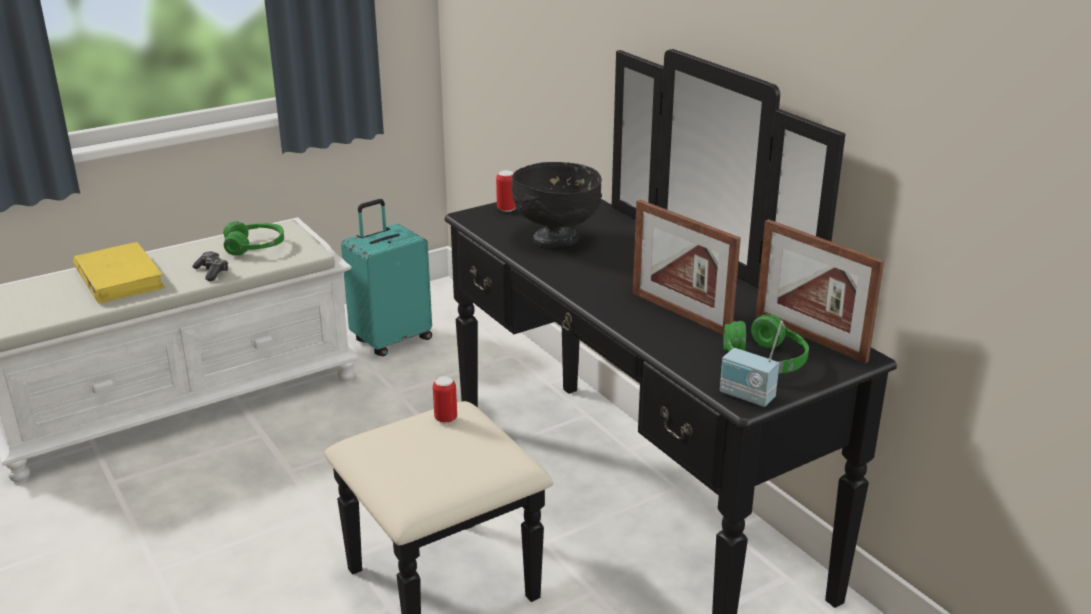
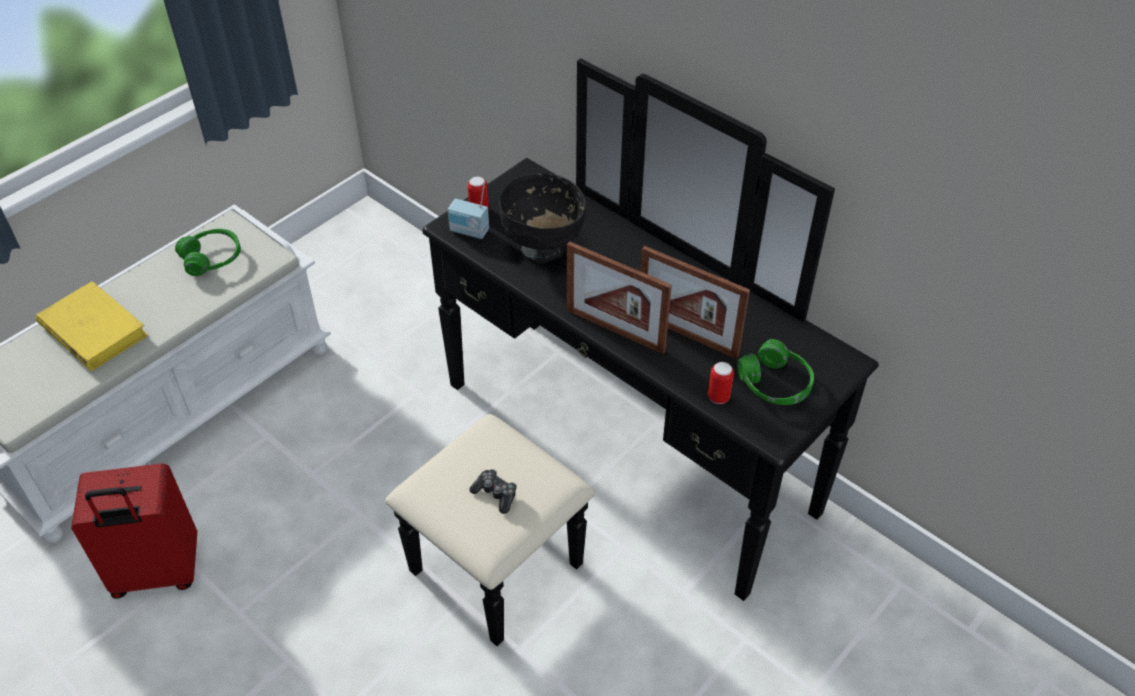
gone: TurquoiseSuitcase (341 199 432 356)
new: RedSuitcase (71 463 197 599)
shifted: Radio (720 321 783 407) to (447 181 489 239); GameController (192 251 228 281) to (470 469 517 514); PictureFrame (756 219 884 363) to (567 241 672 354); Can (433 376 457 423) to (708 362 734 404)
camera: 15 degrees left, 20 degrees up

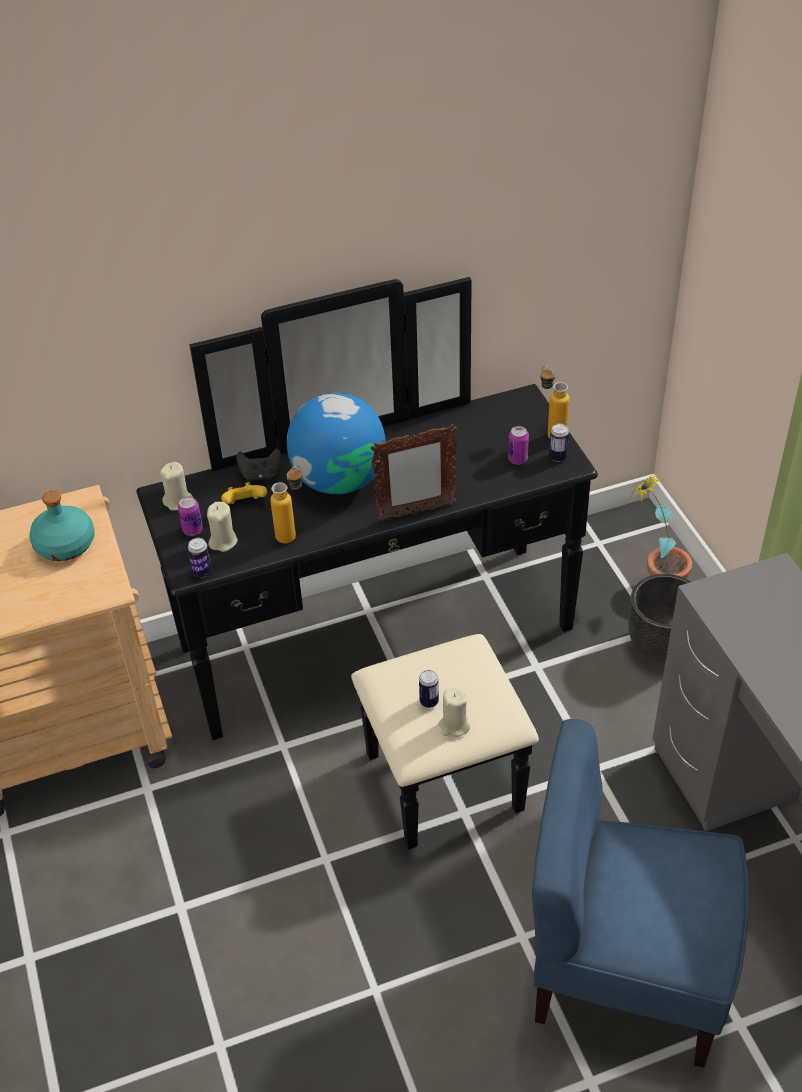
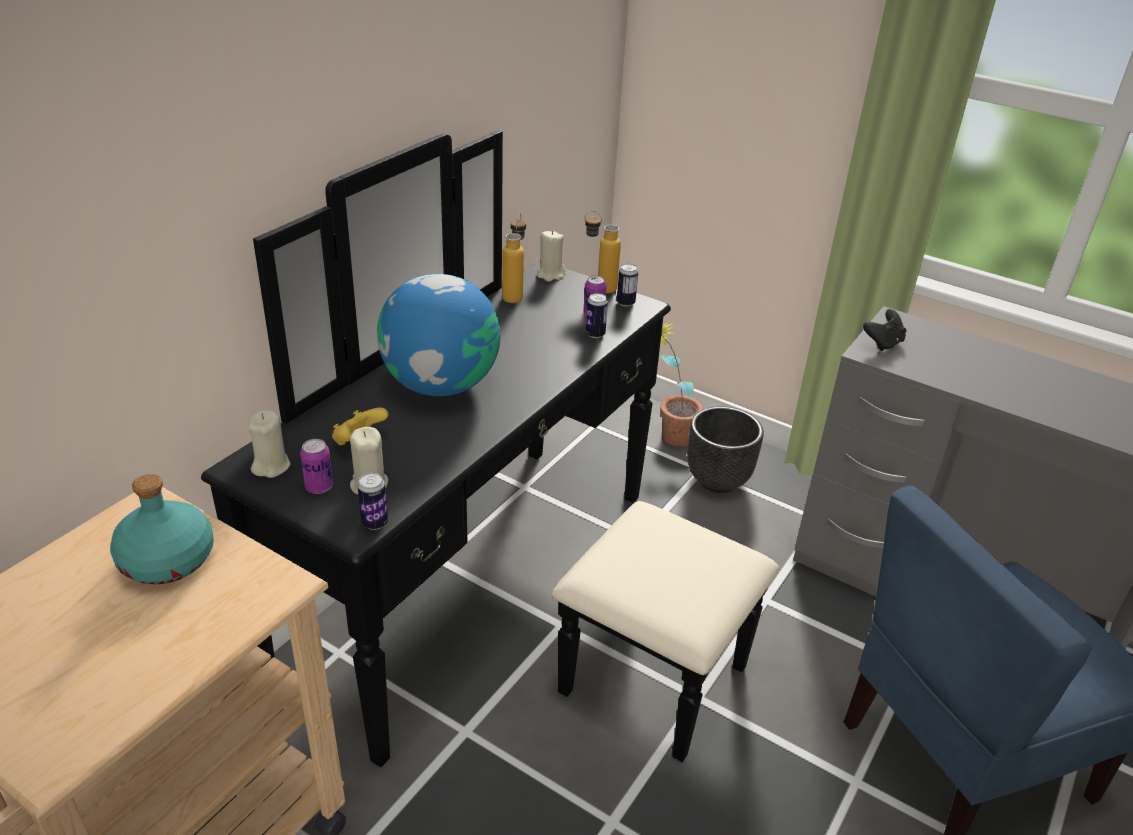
gone: PictureFrame (370 424 457 521)
shifted: Bottle (270 466 302 544) to (502 213 526 303); BeigeCandle (439 688 470 737) to (537 231 566 282); Can (419 670 439 708) to (586 293 608 338); BlackGameController (236 448 281 481) to (863 309 907 351)
camera: 40 degrees left, 10 degrees down

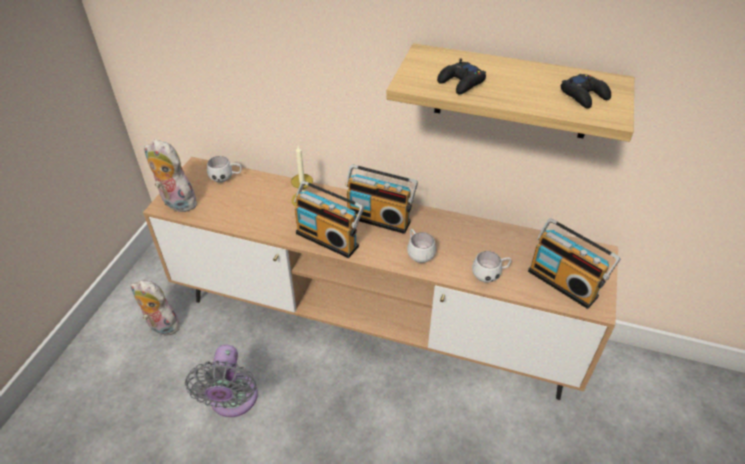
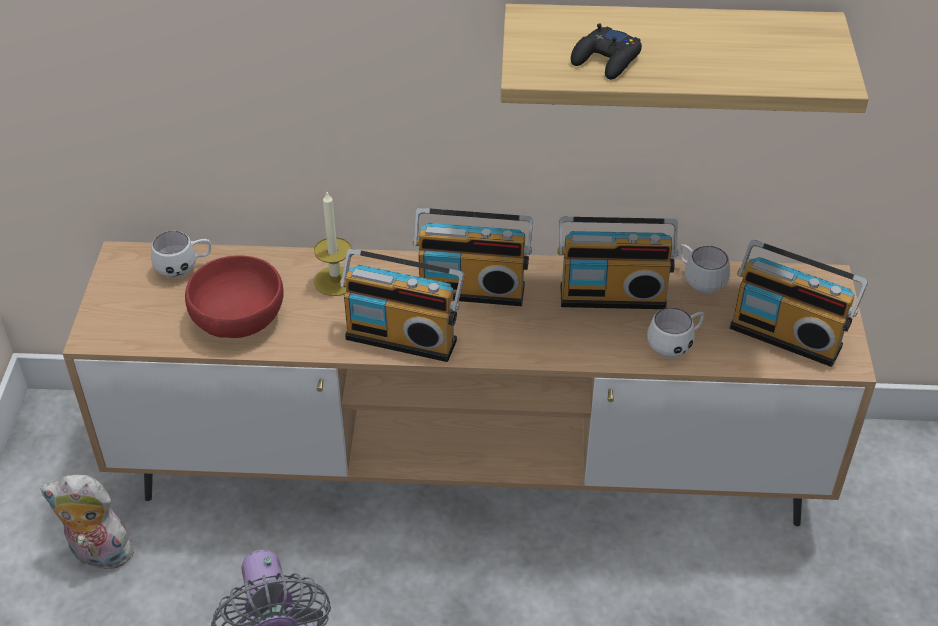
gone: PlushToy (144 139 198 212); BlackGameController (561 74 611 109)
new: RedBowl (185 255 284 338); Radio (558 217 679 309)
shifted: WhiteMug (407 229 436 263) to (679 244 730 293)
camera: 15 degrees left, 0 degrees up

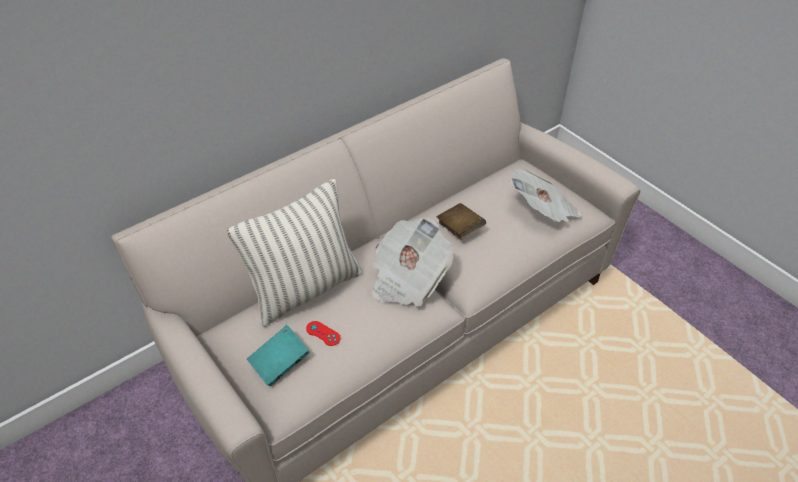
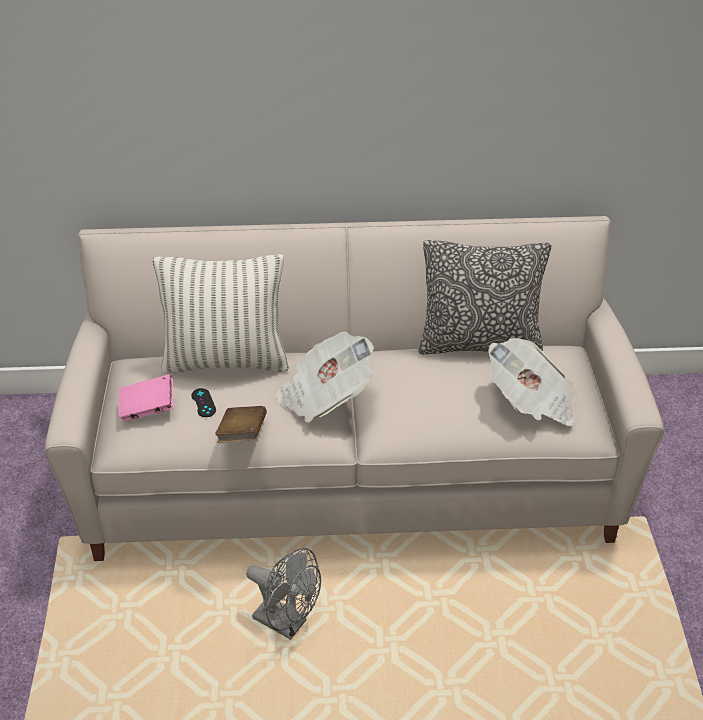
new: GreyFan (246 548 321 640); Pillow (418 240 551 354)
shifted: BrownBook (437 203 486 240) to (215 406 267 443)
repainted: TurquoiseBook (247 325 310 386) to PinkBook (118 374 174 422); RedGameController (306 321 341 346) to BlackGameController (191 388 216 417)
camera: 35 degrees right, 5 degrees down

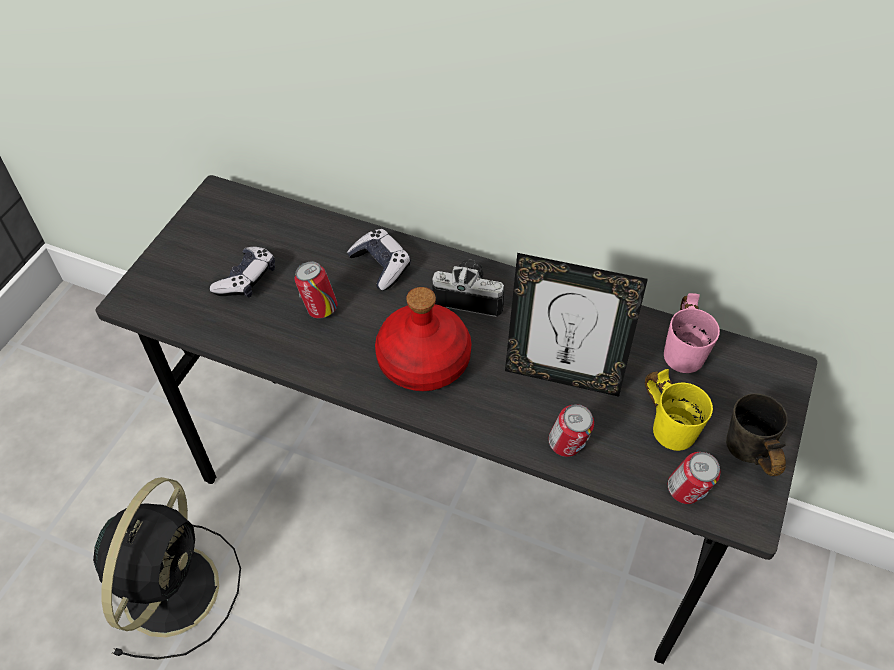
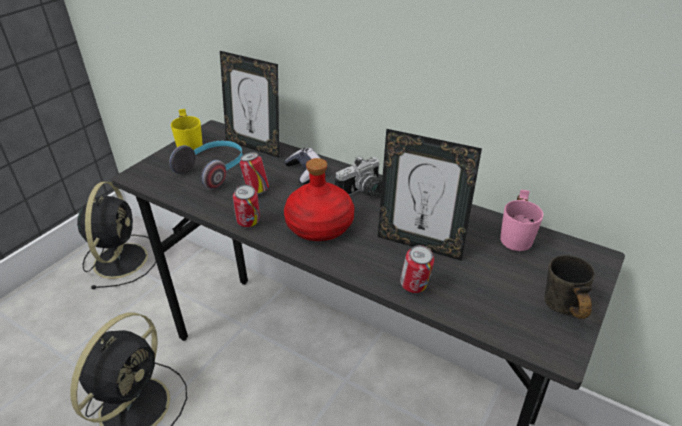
new: BlackFan (77 182 156 289); PictureFrame (220 51 279 158)
shifted: YellowMug (645 369 713 451) to (171 109 203 150); Can (668 452 720 504) to (233 184 260 227)
swapped: GameController (210 247 275 297) to Headphones (169 141 243 190)
rotated: PhotoCamera (432 260 504 317) = (335 156 382 197) 120 degrees clockwise
camera: 10 degrees right, 15 degrees down

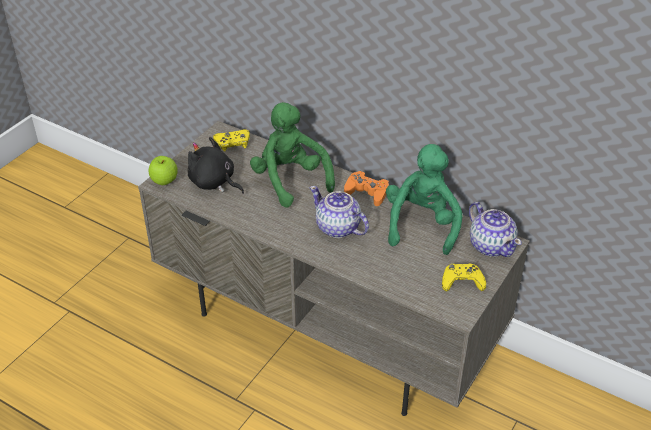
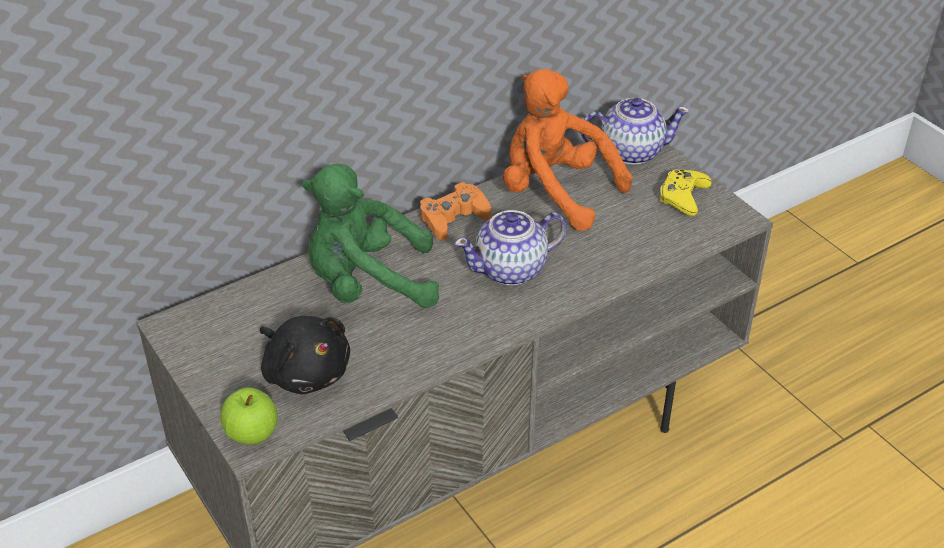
gone: YellowGameController (213 129 250 152)
repainted: GreenPlushToy (386 144 462 255) to OrangePlushToy (503 69 632 231)
rotated: BlackPlushToy (188 137 244 194) = (260 316 350 394) 105 degrees counterclockwise
camera: 65 degrees left, 0 degrees up

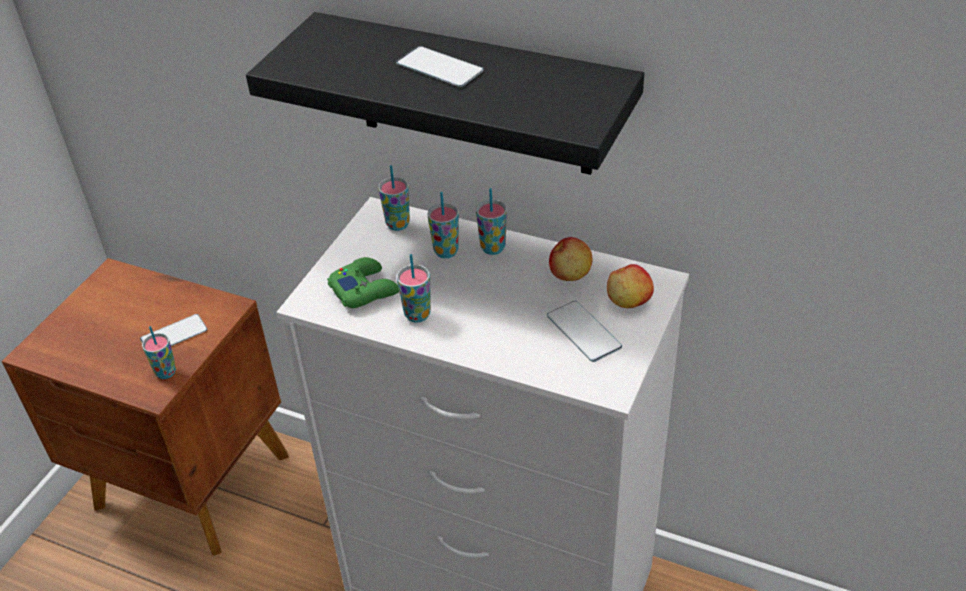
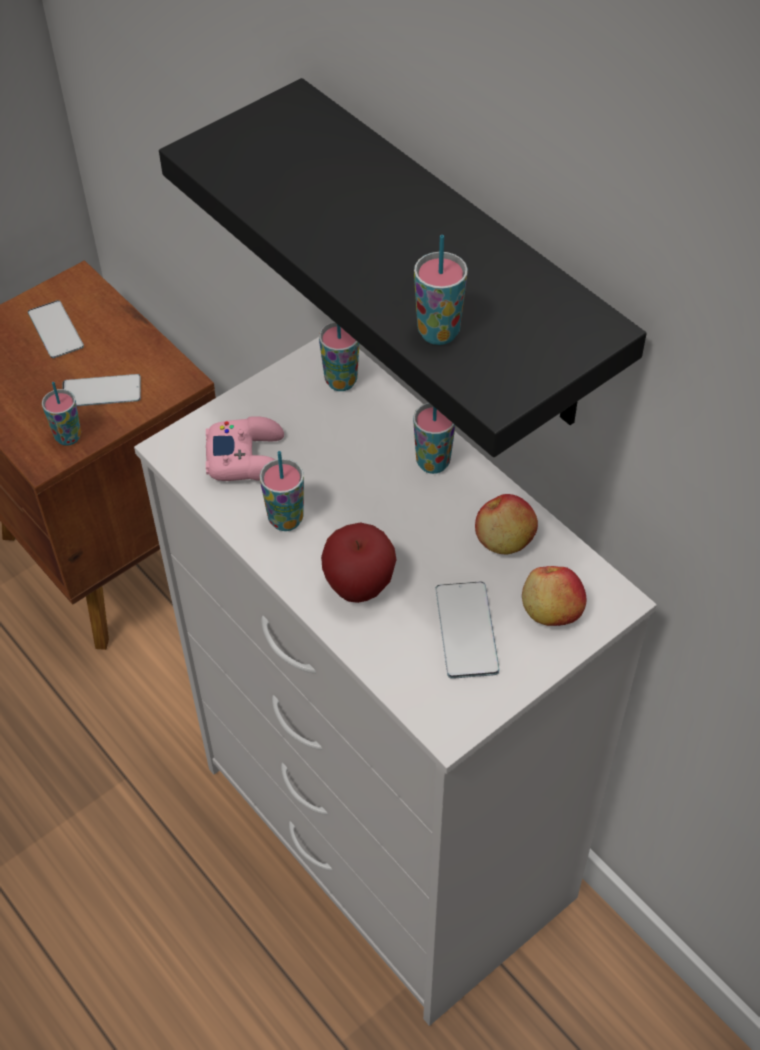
new: Apple (321 522 397 603)
shifted: Phone (396 46 484 87) to (28 300 84 358); Cup (428 192 459 258) to (414 235 468 345)
repainted: GreenGameController (327 257 399 308) to PinkGameController (206 416 284 481)
camera: 25 degrees right, 10 degrees up

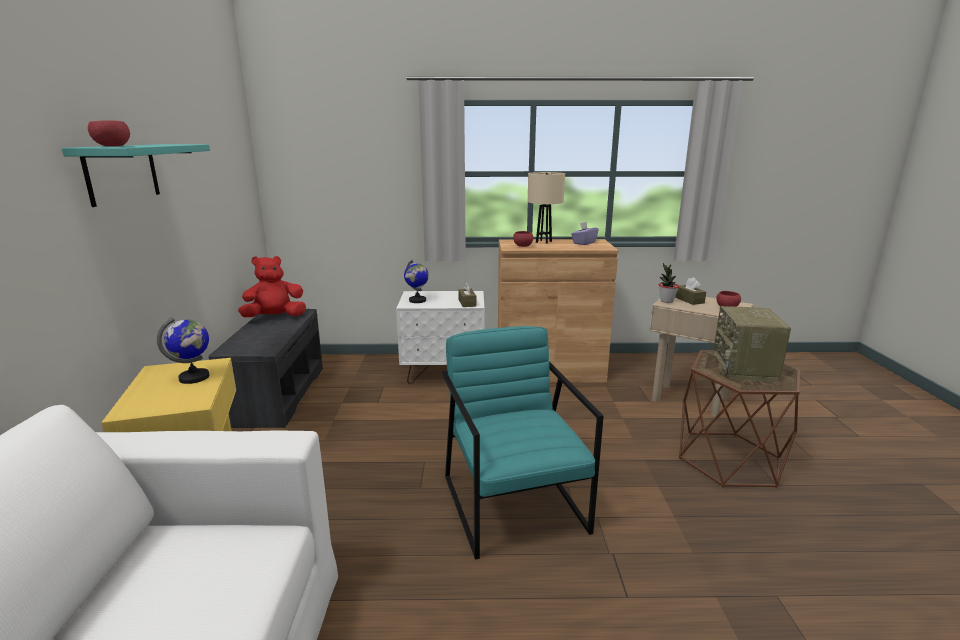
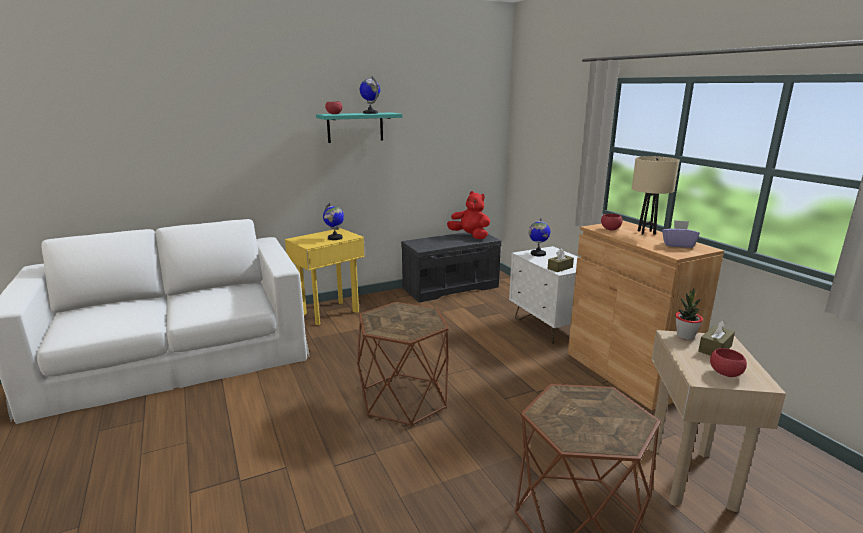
gone: Radio (713 306 791 382)
new: Globe (360 76 380 114)
swapped: TurquoiseArmchair (442 326 604 560) to BrownSideTable (357 302 448 427)
camera: 65 degrees right, 0 degrees up

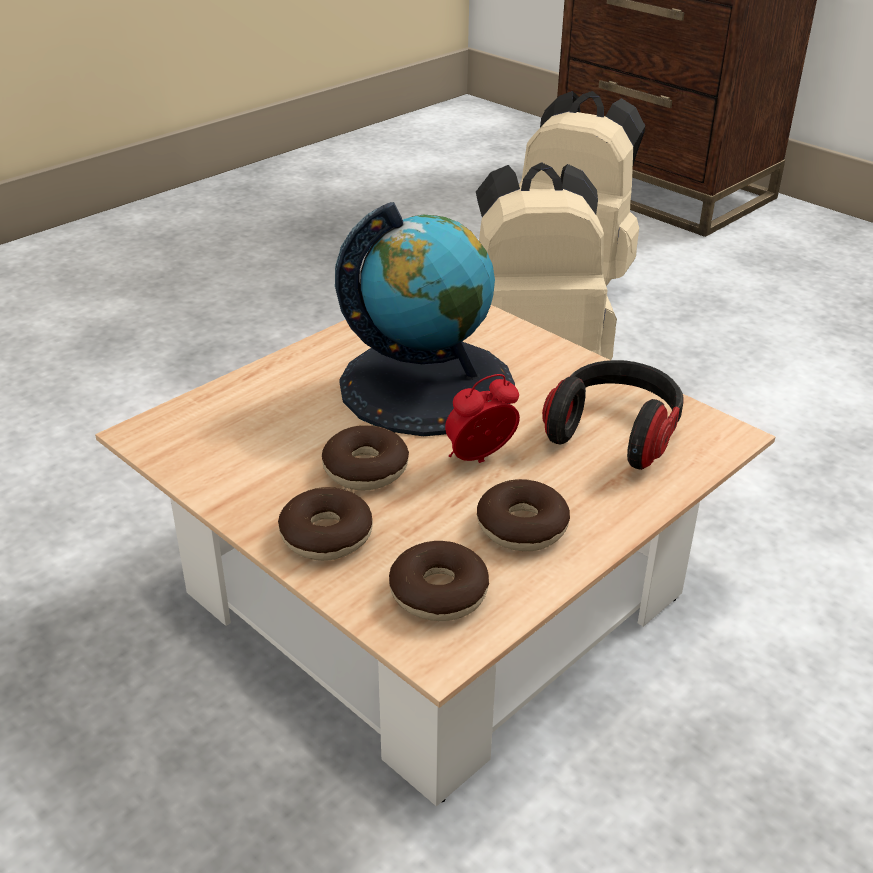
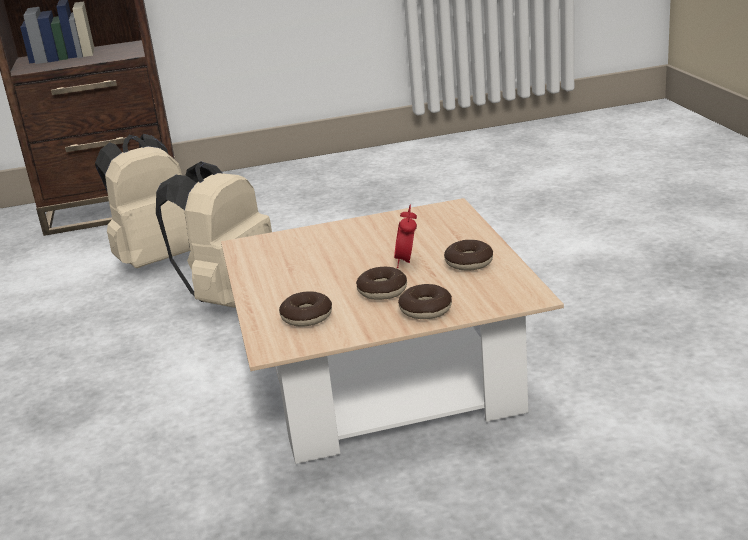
gone: Globe (335 202 515 436); Headphones (542 360 684 470)
shifted: Donut (389 541 489 621) to (279 291 332 327)
camera: 55 degrees left, 10 degrees down

